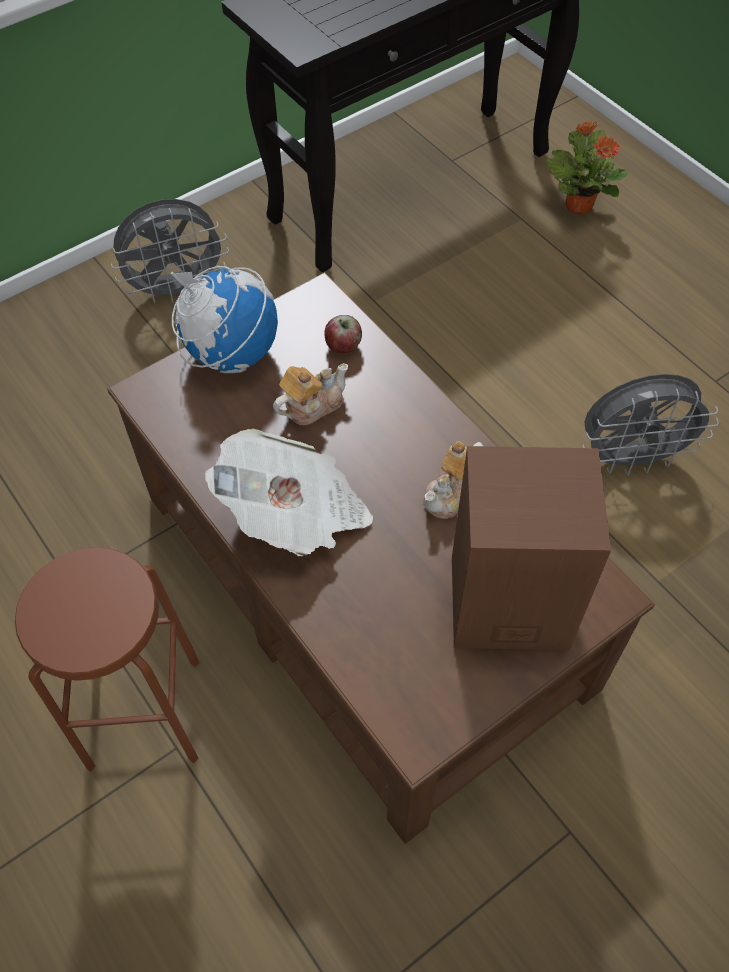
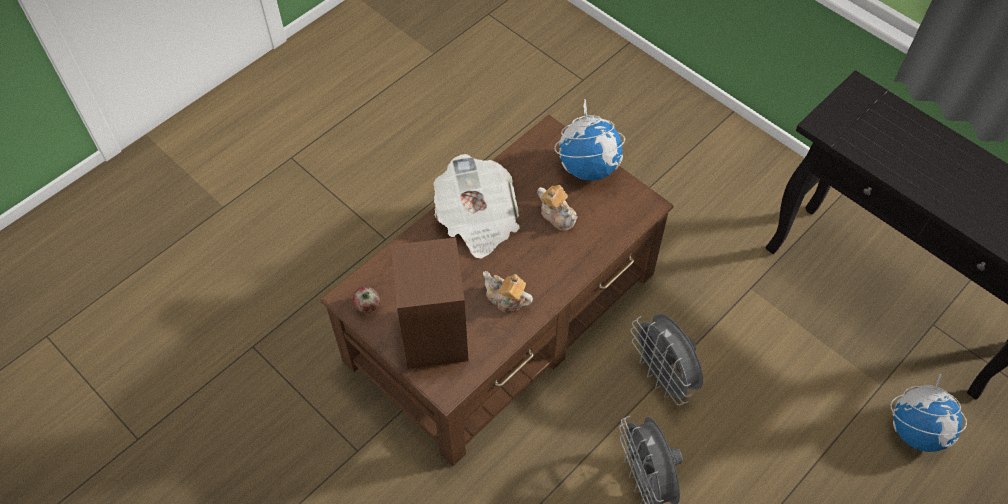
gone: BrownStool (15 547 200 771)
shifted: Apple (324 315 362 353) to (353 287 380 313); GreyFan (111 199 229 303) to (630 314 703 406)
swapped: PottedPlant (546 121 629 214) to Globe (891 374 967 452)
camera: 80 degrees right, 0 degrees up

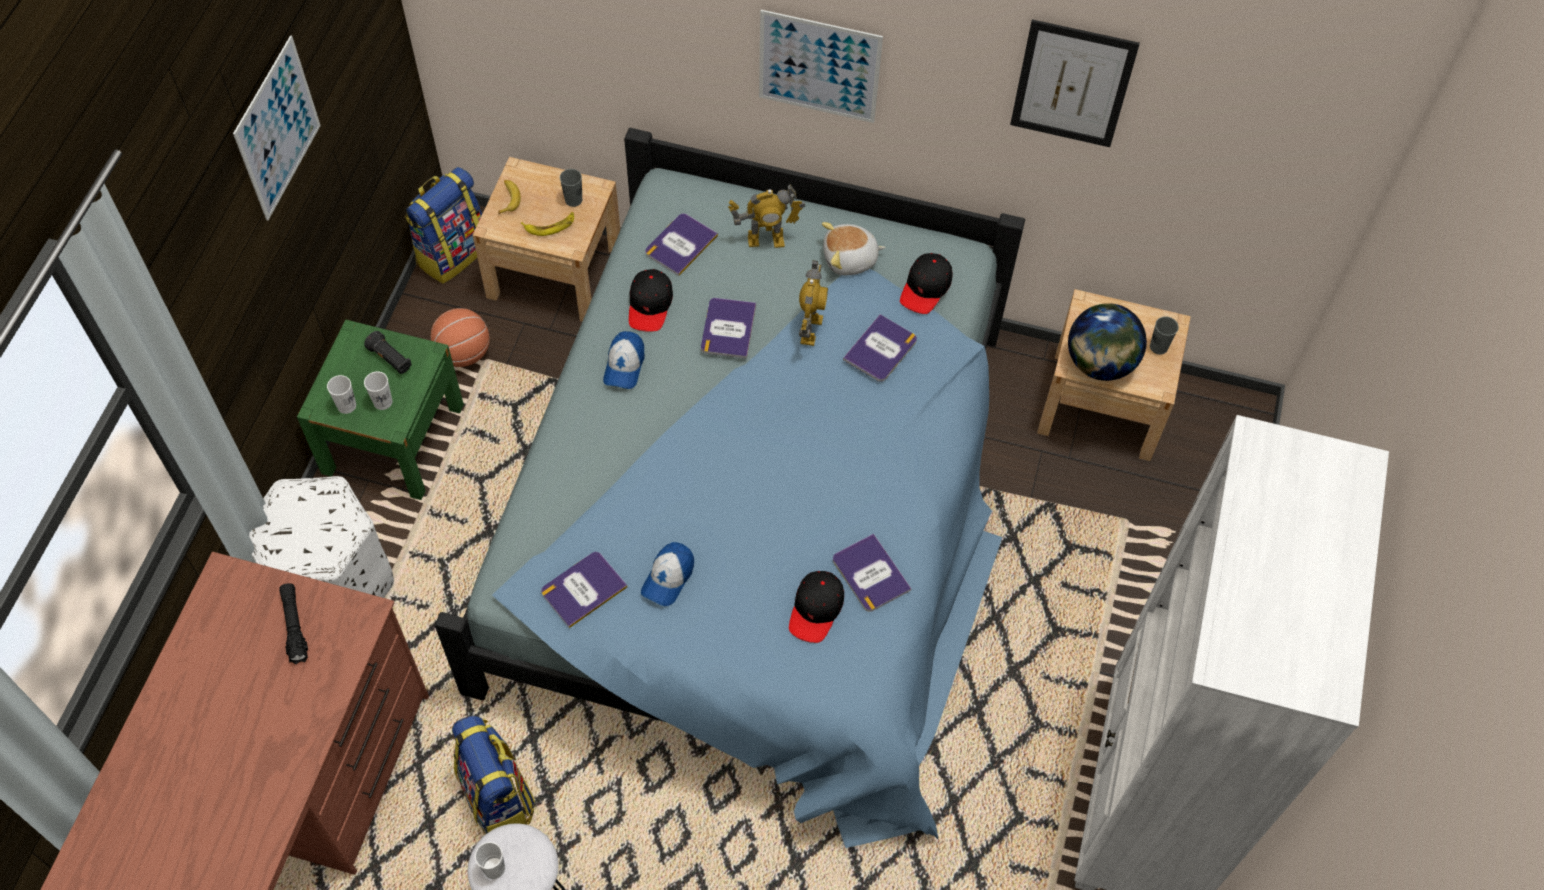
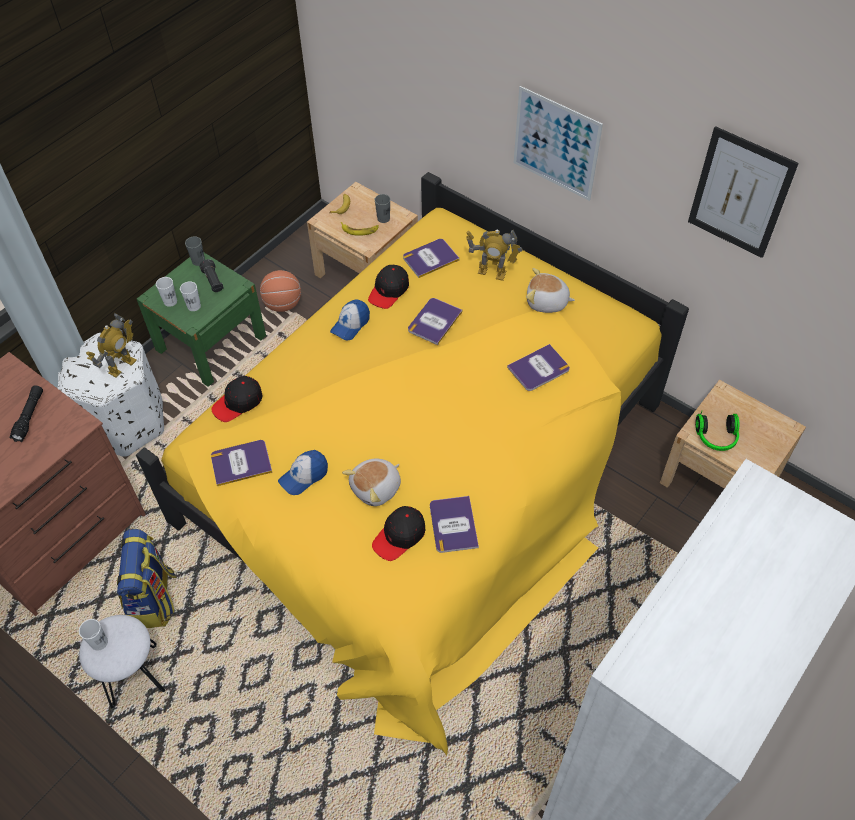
gone: Picture (233 35 321 221); Backpack (405 167 482 284)
new: PlushToy (342 459 401 506)
shifted: ToyRobot (799 260 828 346) to (86 313 137 378); GreyCup (1150 316 1179 355) to (185 236 205 266); BlackCap (900 253 953 314) to (211 376 263 422)
swapped: Globe (1068 303 1147 381) to Headphones (695 411 739 451)
repainted: BlueBed (435 128 1025 848) to YellowBed (136 172 689 756)
camera: 25 degrees right, 5 degrees down

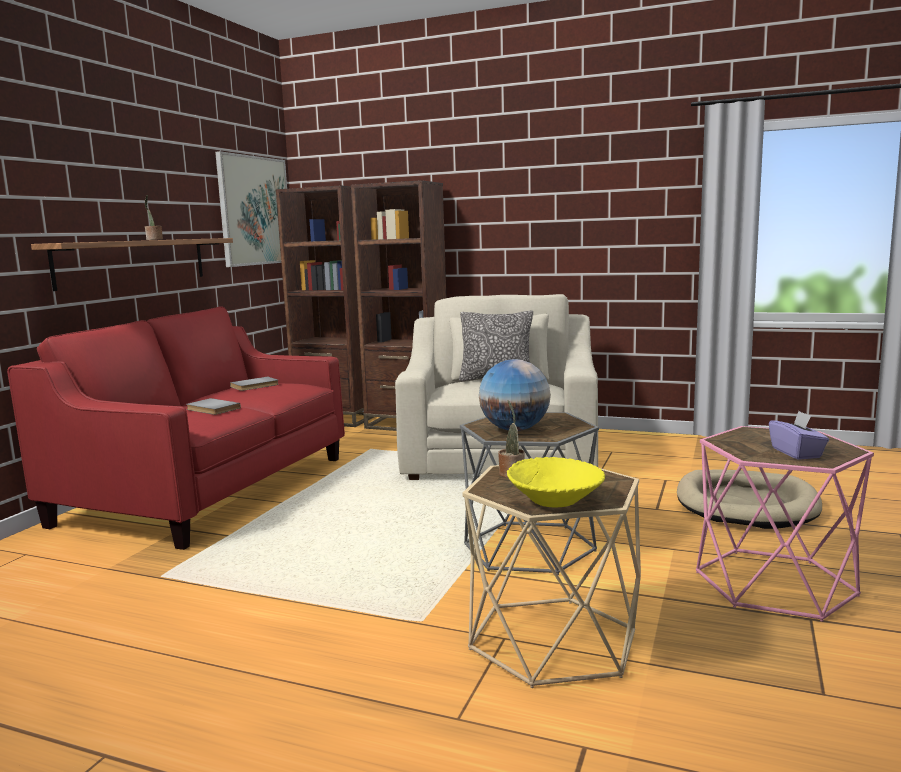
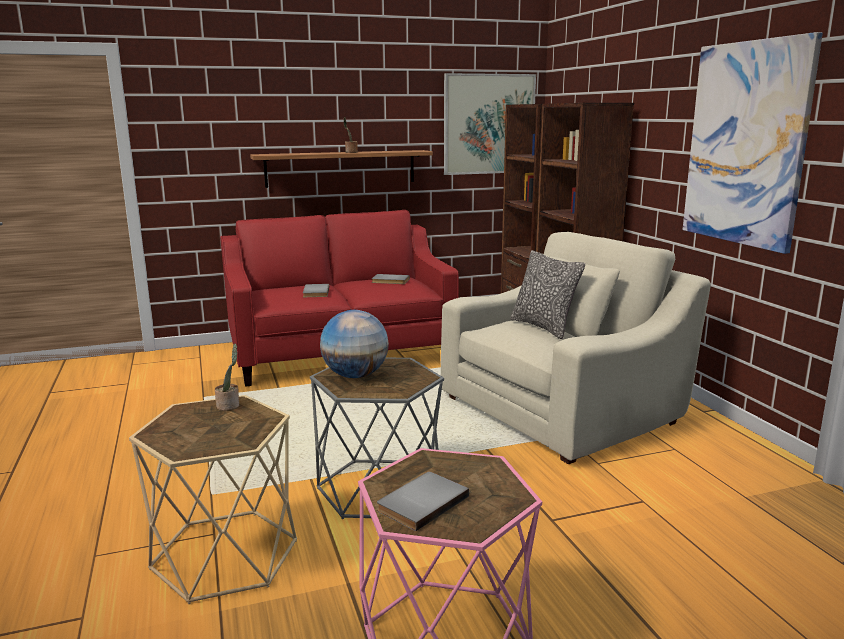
gone: YellowBowl (507 457 605 507); BeigeDogBed (677 470 822 529)
new: Picture (683 32 823 254)
swapped: PurpleTissueBox (769 411 829 460) to GreyBook (377 472 469 531)
camera: 50 degrees right, 5 degrees up

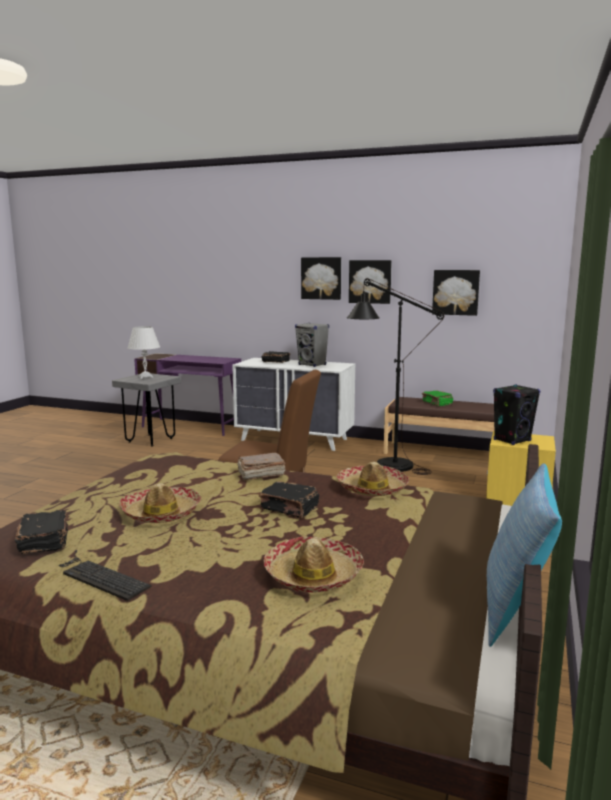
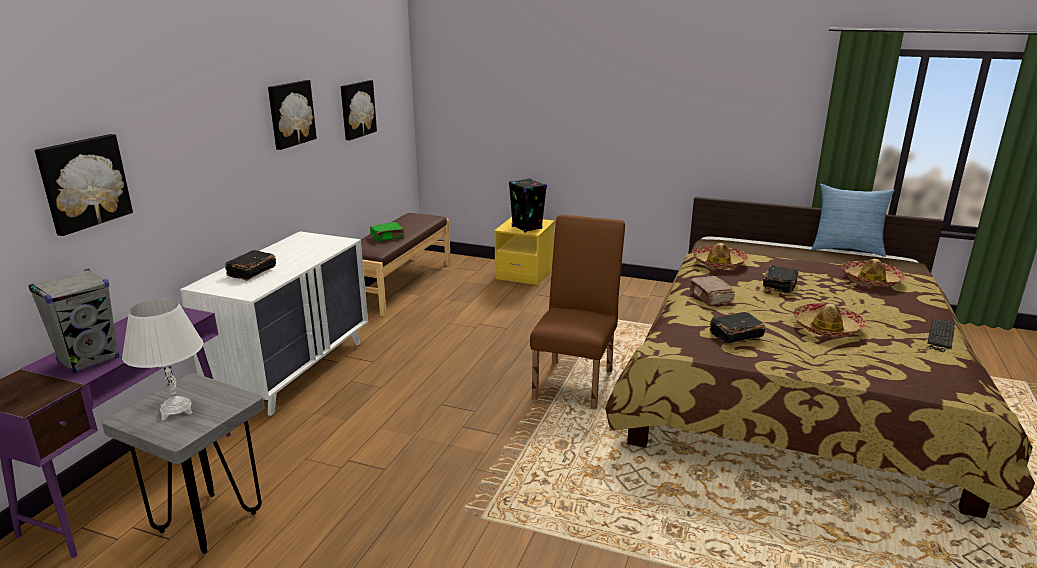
gone: BlackFloorLamp (347 278 444 475)
shifted: GreySpeaker (295 323 329 367) to (28 269 119 374); Picture (301 257 341 300) to (35 134 133 236); BlackBook (15 510 68 554) to (709 312 766 345)
camera: 90 degrees left, 10 degrees up

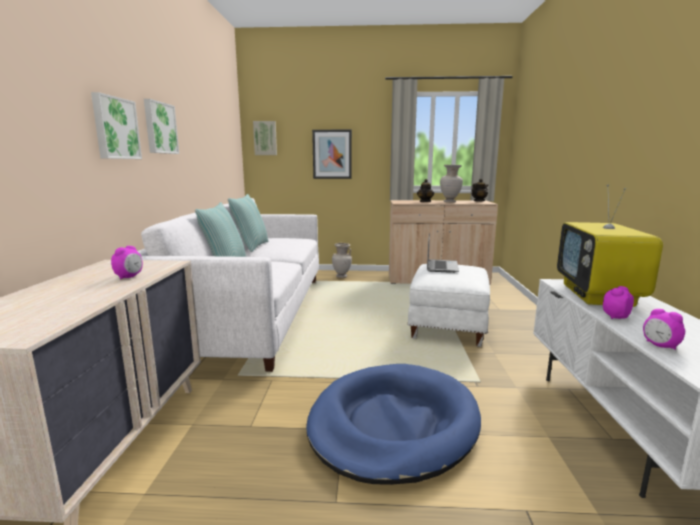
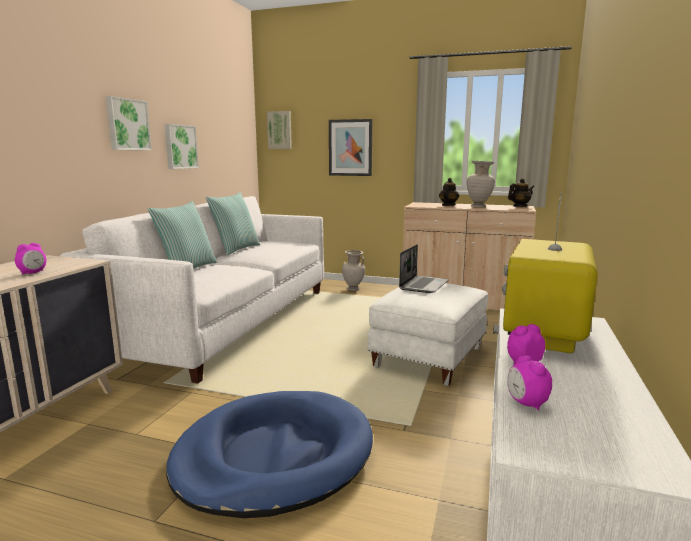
shifted: Picture (91 92 142 159) to (165 124 199 169)
camera: 15 degrees right, 0 degrees up

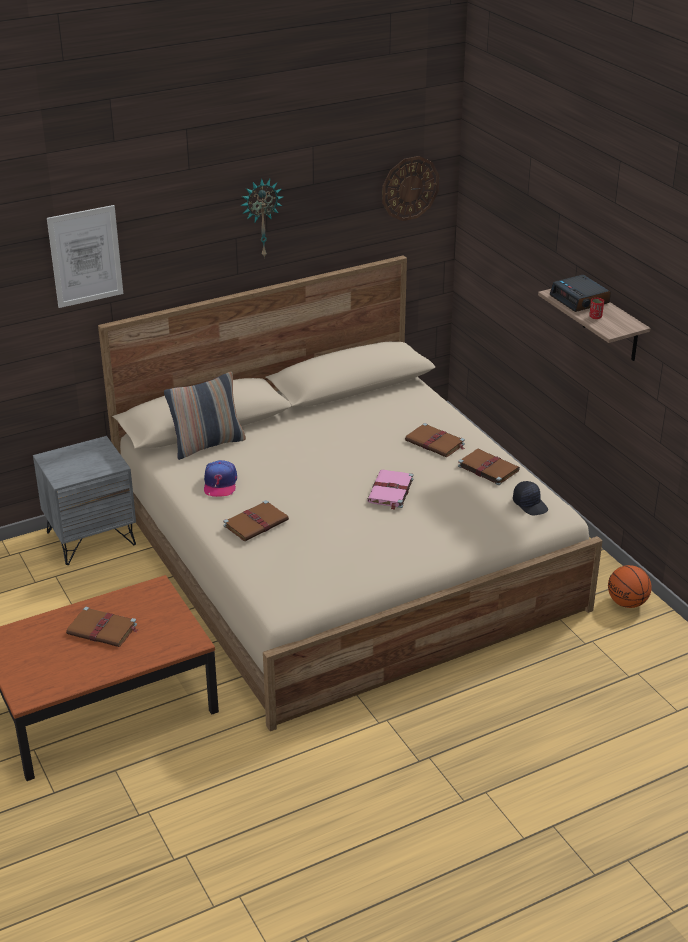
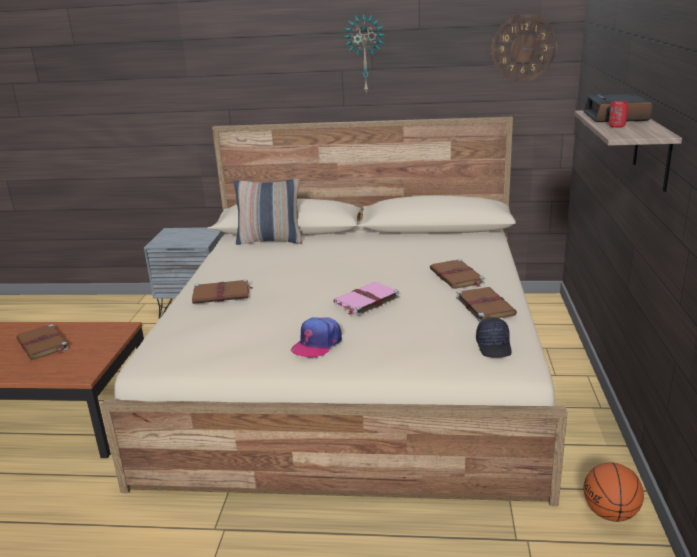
gone: Picture (47 205 123 308)
shifted: Cap (204 460 237 497) to (291 317 342 358)
camera: 35 degrees right, 10 degrees down

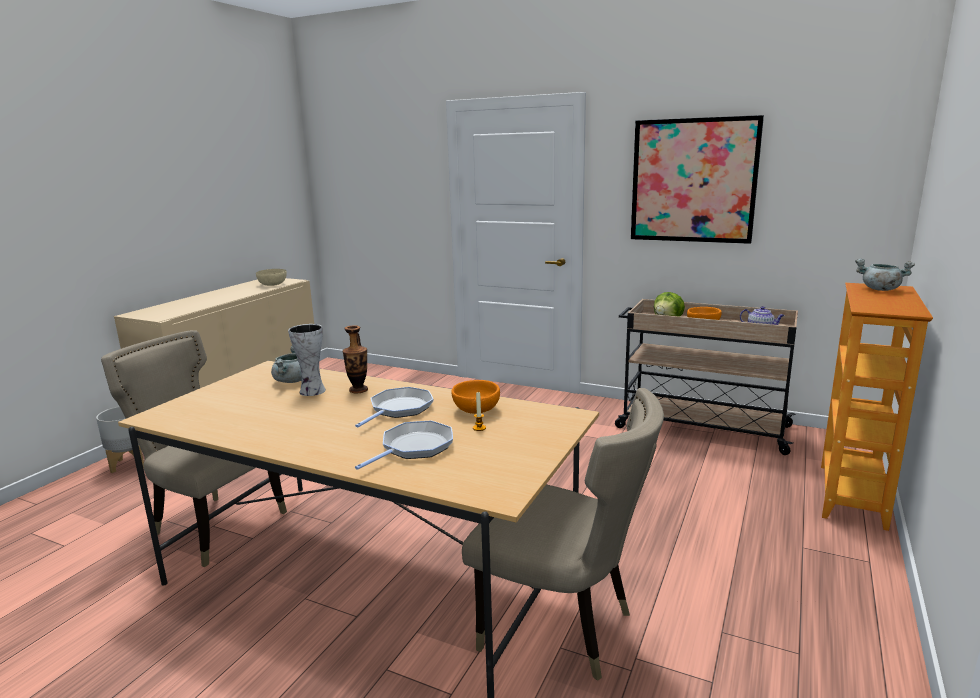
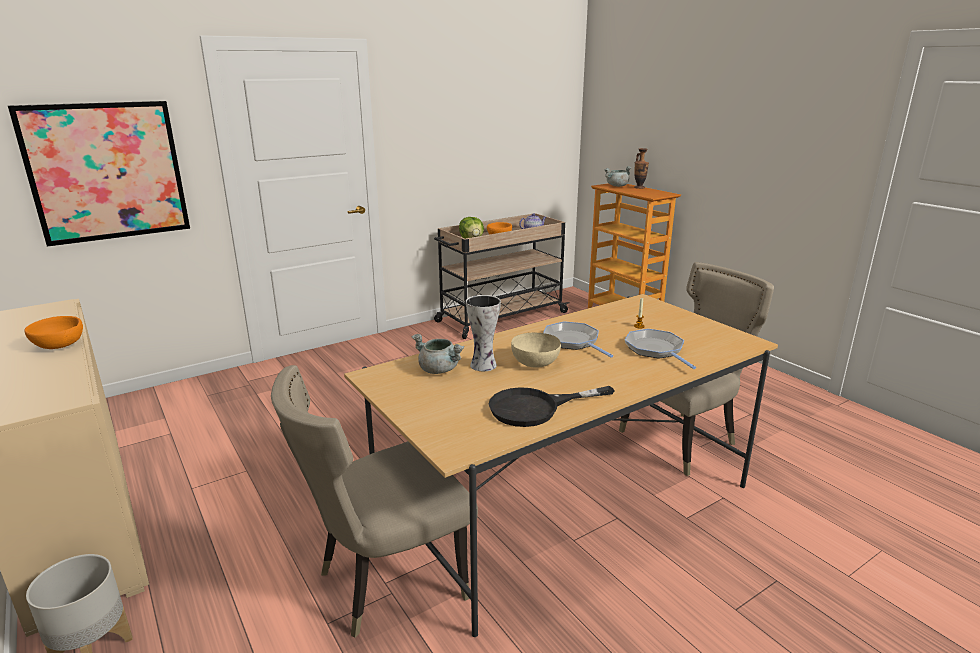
new: BlackFryingPan (489 386 615 427)
shifted: Picture (631 115 764 244) to (8 101 190 247); OrangeBowl (451 380 500 414) to (24 316 83 349); BeigeBowl (256 269 287 286) to (511 332 561 368); Vase (343 325 368 393) to (634 148 649 189)
camera: 60 degrees left, 5 degrees up

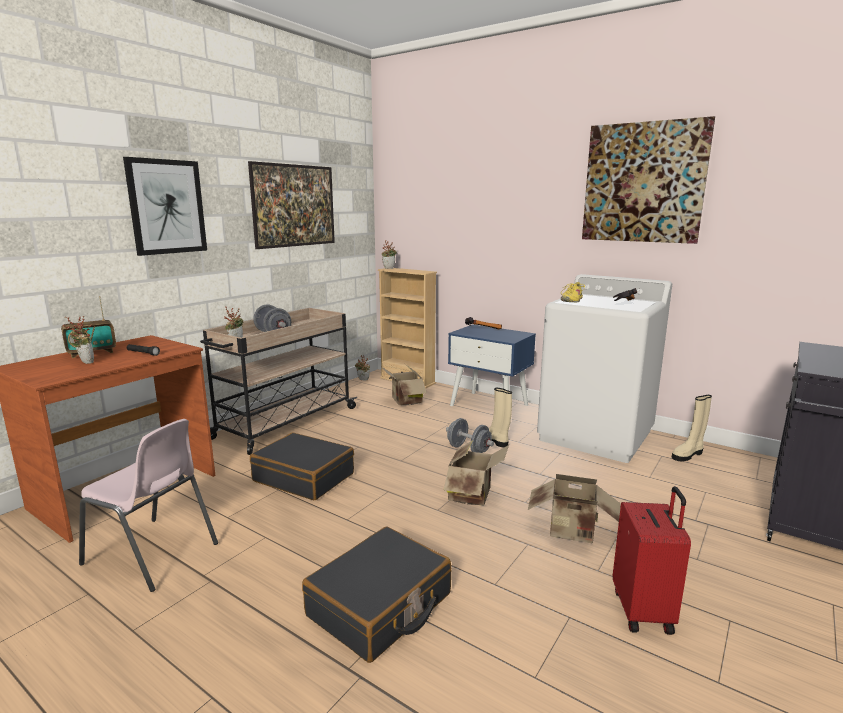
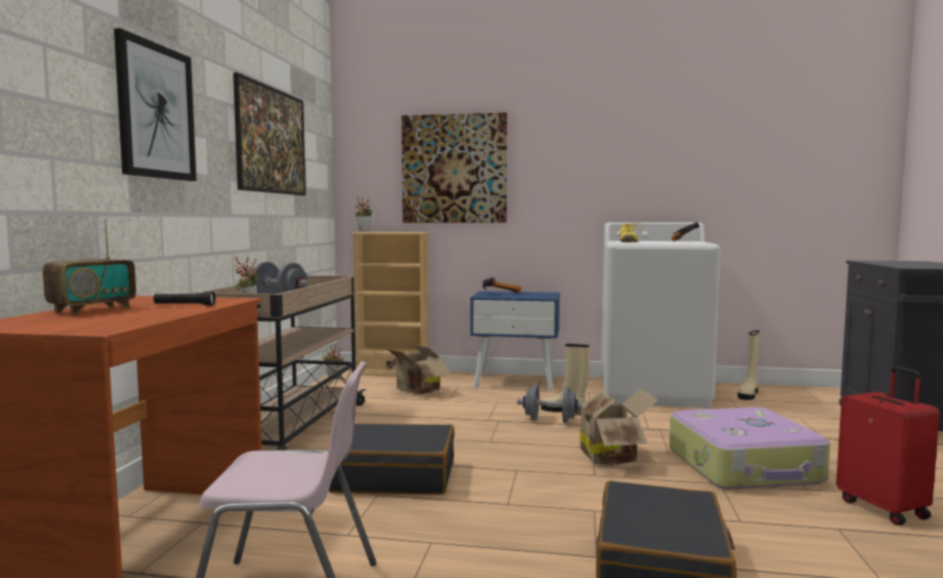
gone: PottedPlant (62 316 94 364)
shifted: Picture (582 116 715 244) to (402 112 507 223)
swapped: CardboardBox (528 474 621 543) to Suitcase (669 407 830 490)
camera: 25 degrees left, 10 degrees down

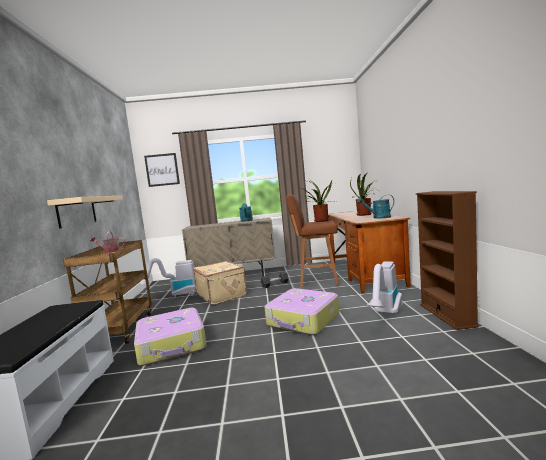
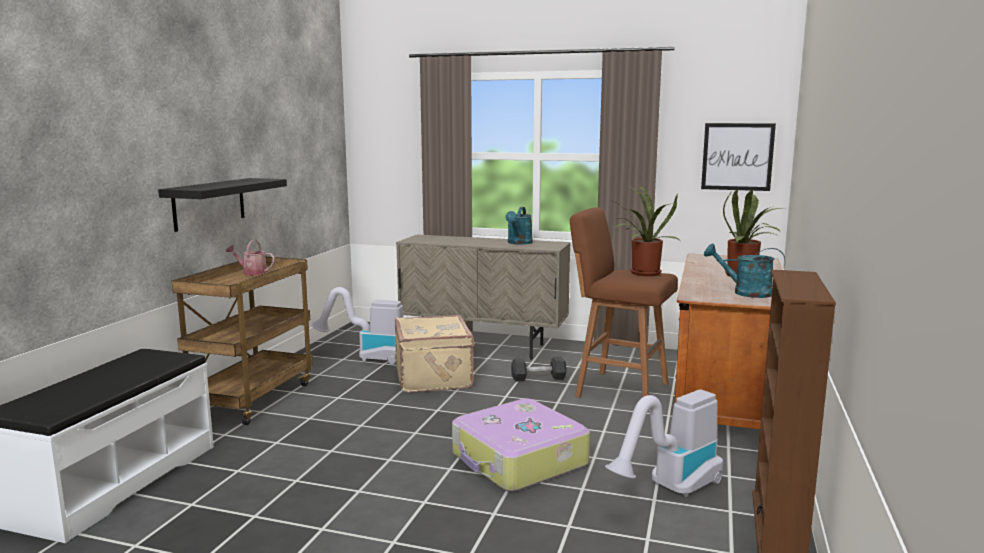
gone: Suitcase (134 308 206 366)
shifted: Picture (144 153 180 187) to (701 123 776 191)
repainted: BeigeShelf (47 196 123 228) to BlackShelf (158 178 287 232)
camera: 20 degrees right, 5 degrees up

